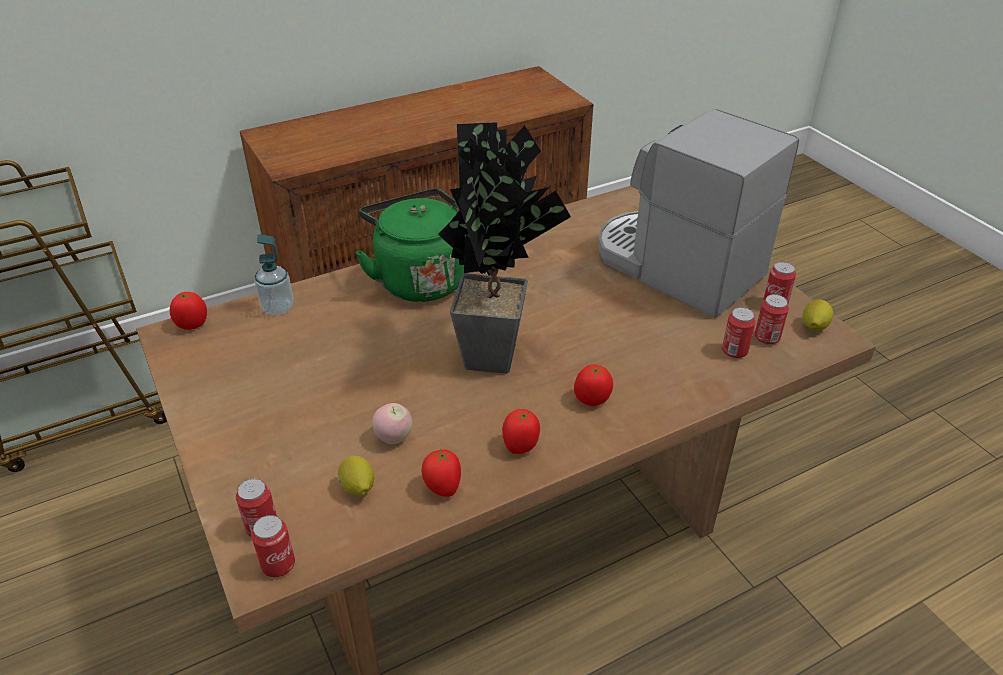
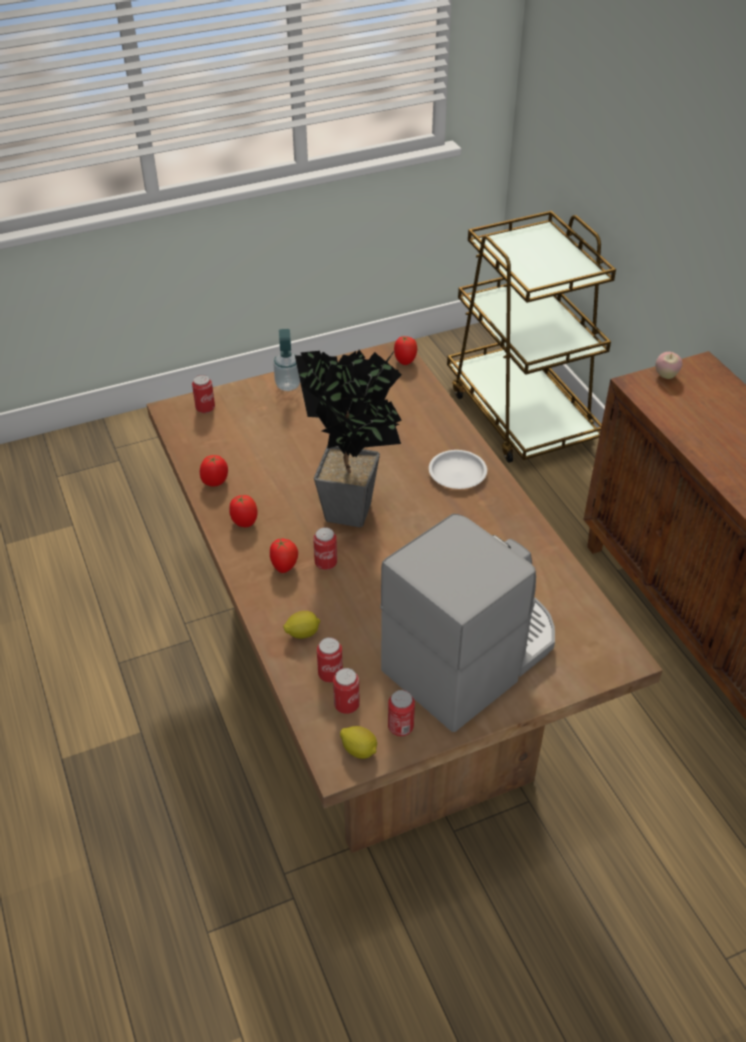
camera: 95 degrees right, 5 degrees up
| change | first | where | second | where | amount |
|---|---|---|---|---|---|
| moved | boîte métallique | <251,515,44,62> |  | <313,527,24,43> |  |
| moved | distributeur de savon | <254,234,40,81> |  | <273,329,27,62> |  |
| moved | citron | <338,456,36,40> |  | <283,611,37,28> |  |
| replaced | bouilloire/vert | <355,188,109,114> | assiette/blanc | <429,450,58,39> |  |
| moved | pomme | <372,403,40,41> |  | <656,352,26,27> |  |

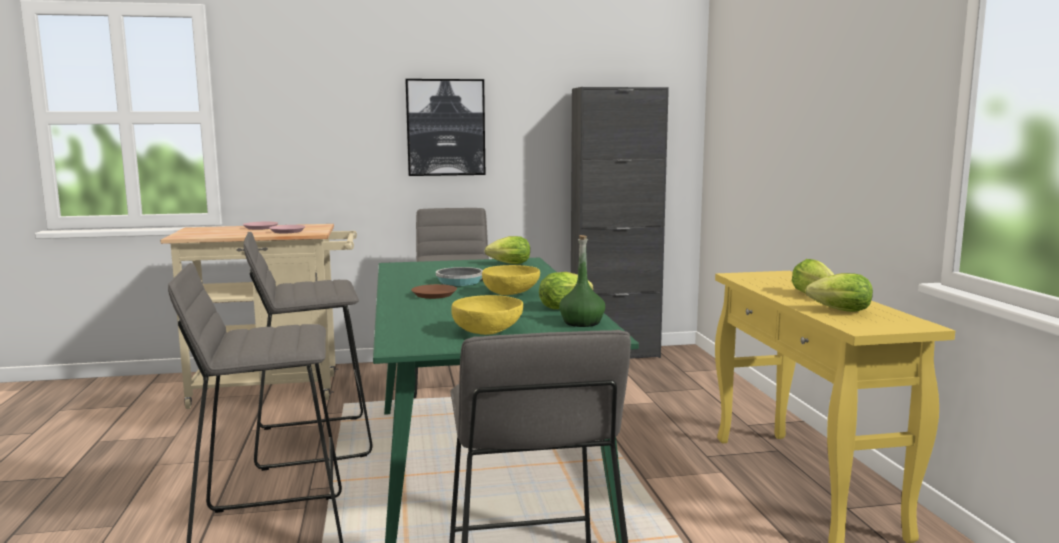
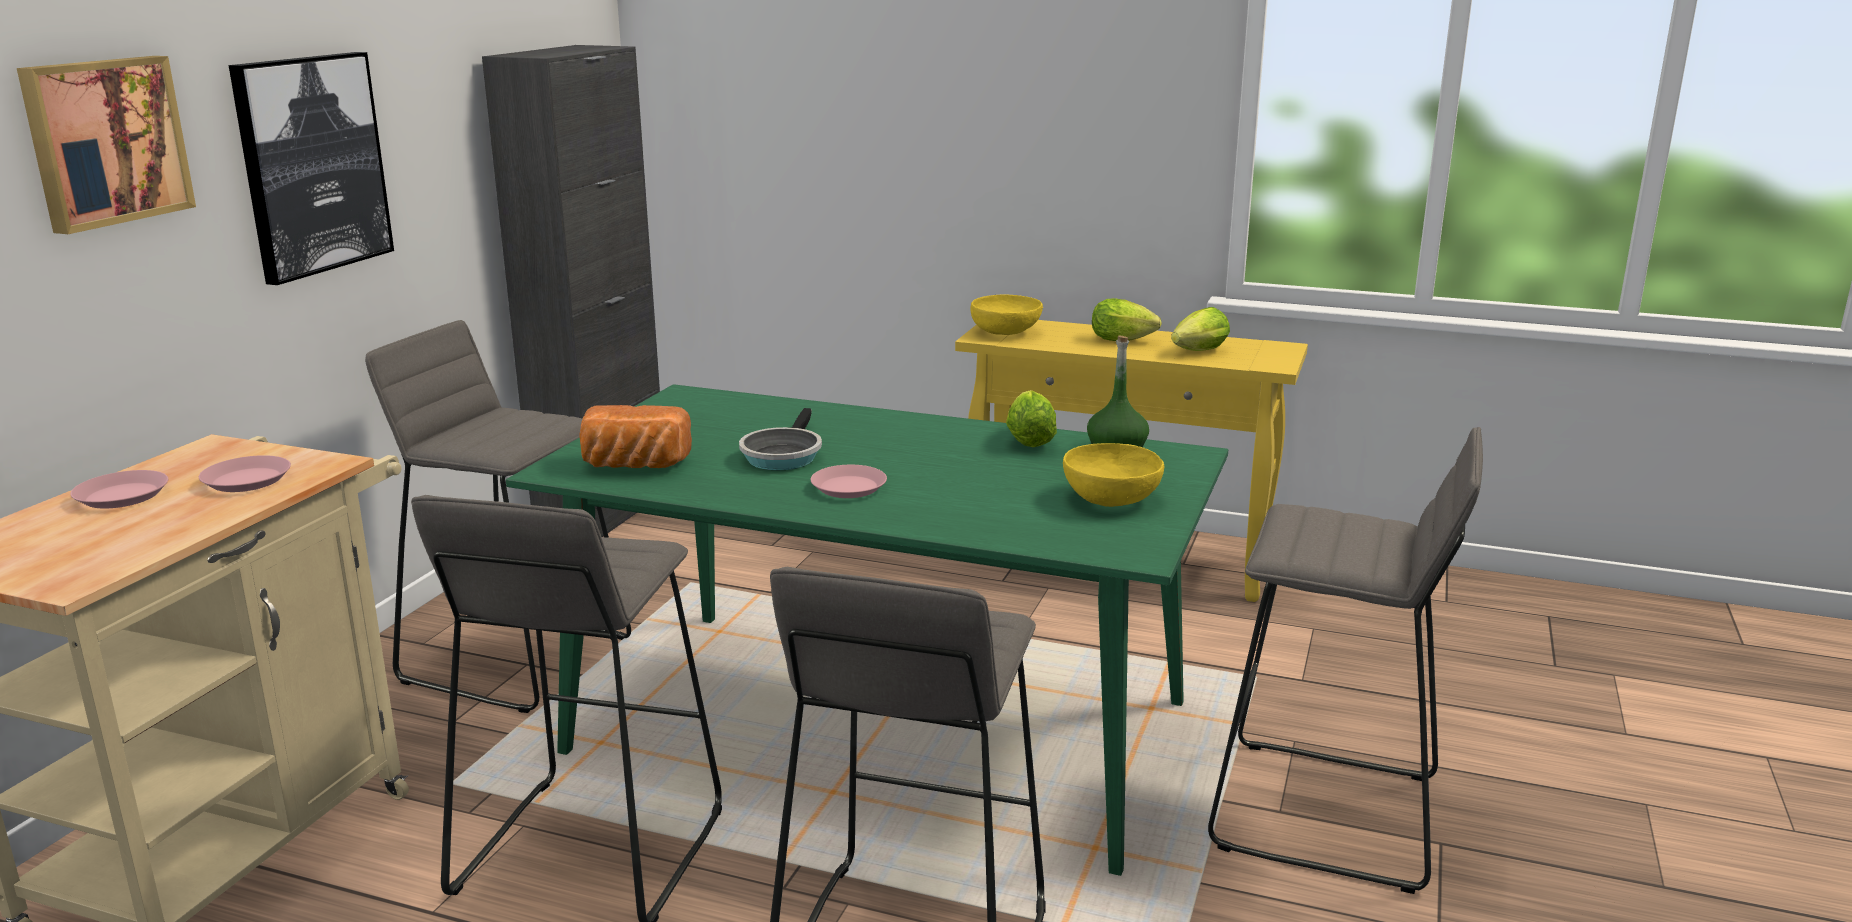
camera: 60 degrees left, 10 degrees up
| change | first | where | second | where | amount |
|---|---|---|---|---|---|
| recoloured | assiette/marron | <411,284,46,15> | assiette/rose | <811,465,76,33> |  |
| moved | bol/jaune | <482,265,58,30> |  | <971,295,72,40> |  |
| removed | laitue | <485,236,45,28> |  |  |  |
| added |  |  | tableau | <17,56,179,178> |  |
| added |  |  | pain | <579,405,113,63> |  |

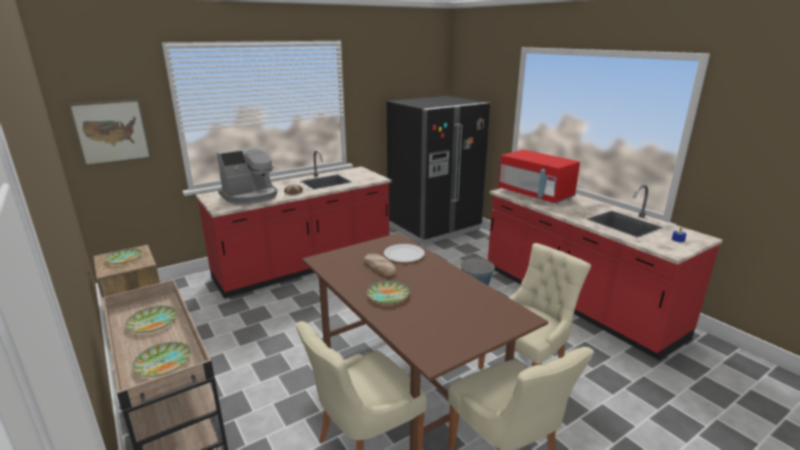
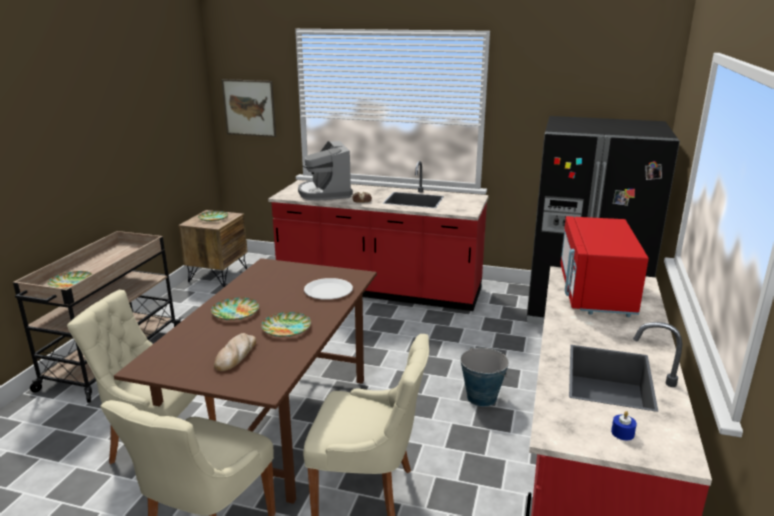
camera: 50 degrees right, 0 degrees up
| change | first | where | second | where | amount |
|---|---|---|---|---|---|
| moved | assiette | <125,306,52,27> |  | <261,312,50,25> |  |
| turned | machine à café | <217,146,60,58> |  | <298,141,55,60> | 60 degrees clockwise |
| moved | pain | <364,254,32,23> |  | <214,333,42,38> |  |

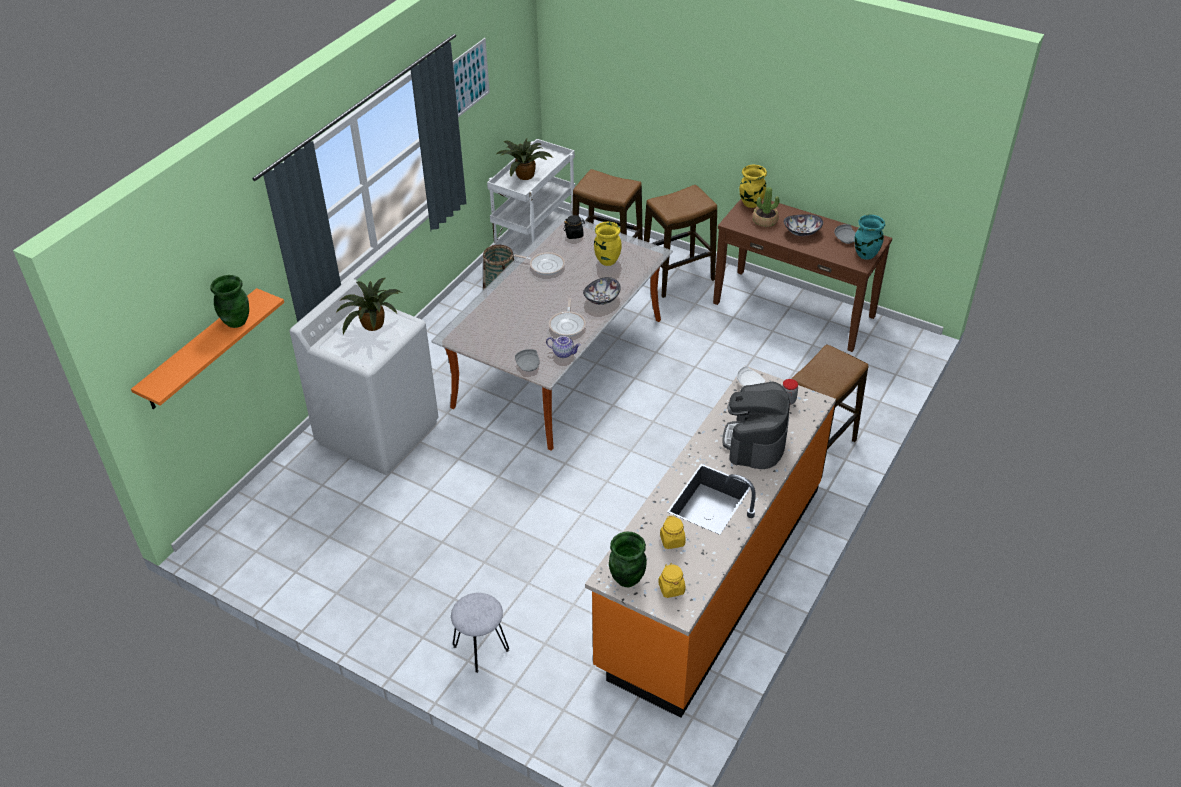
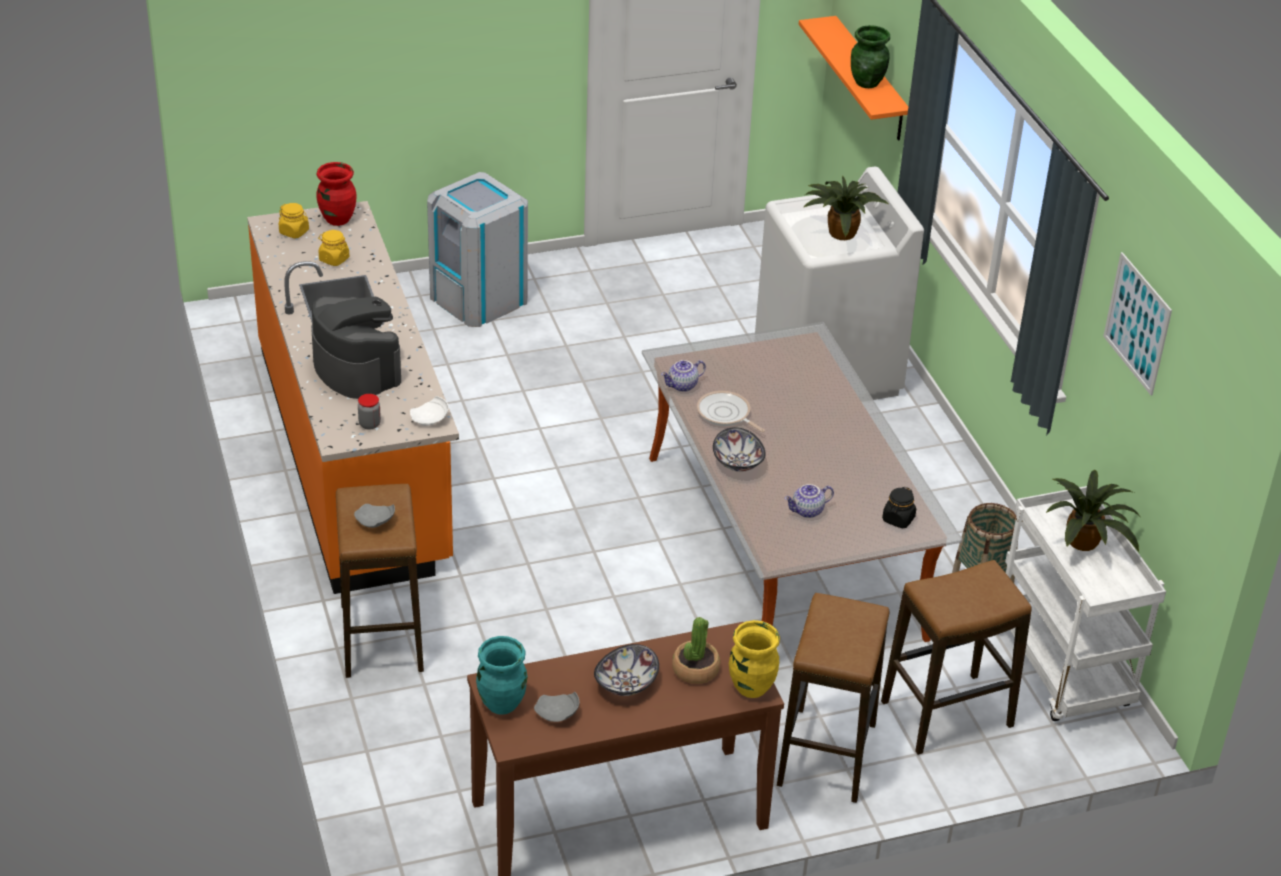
camera: 130 degrees right, 5 degrees down
| change | first | where | second | where | amount |
|---|---|---|---|---|---|
| replaced | tabouret/gris | <451,593,58,80> | poubelle/gris | <427,172,101,155> |  |
| removed | poêle | <514,252,51,23> |  |  |  |
| moved | assiette/gris | <515,349,24,23> |  | <354,504,41,24> |  |
| replaced | vase/jaune | <594,222,28,44> | théière | <784,484,50,34> |  |
| recoloured | vase/vert | <609,531,38,56> | vase/rouge | <316,162,41,64> |  |

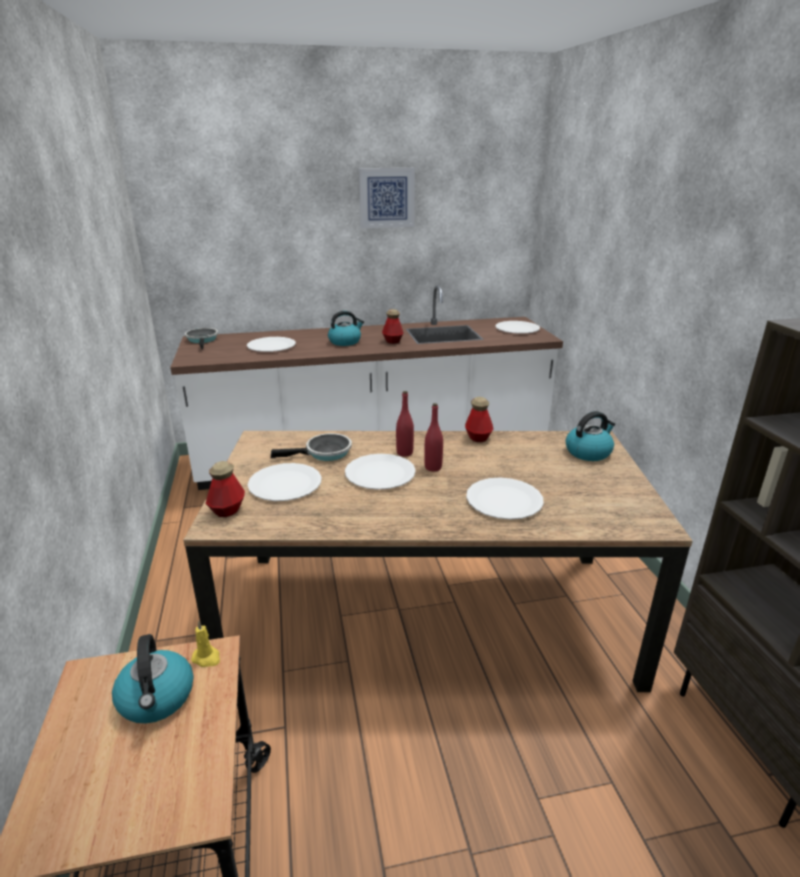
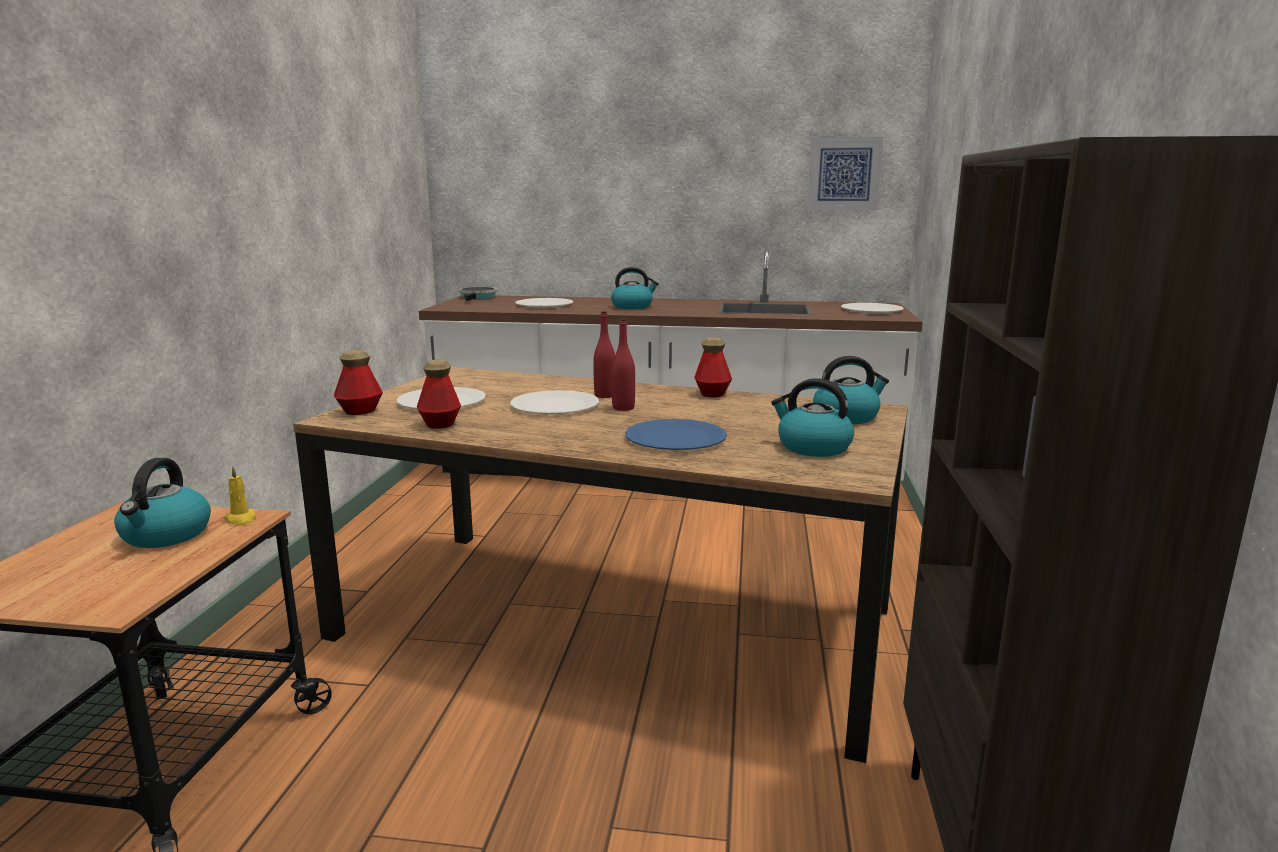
camera: 20 degrees right, 10 degrees down
| change | first | where | second | where | amount |
|---|---|---|---|---|---|
| removed | poêle | <271,433,81,28> |  |  |  |
| moved | tableau | <359,168,56,60> |  | <807,137,76,73> |  |
| moved | bouteille | <382,309,22,35> |  | <417,359,44,70> |  |
| recoloured | assiette/blanc | <466,477,78,42> | assiette/bleu | <625,419,102,31> |  |
| added |  |  | bouilloire | <771,378,83,79> |  |

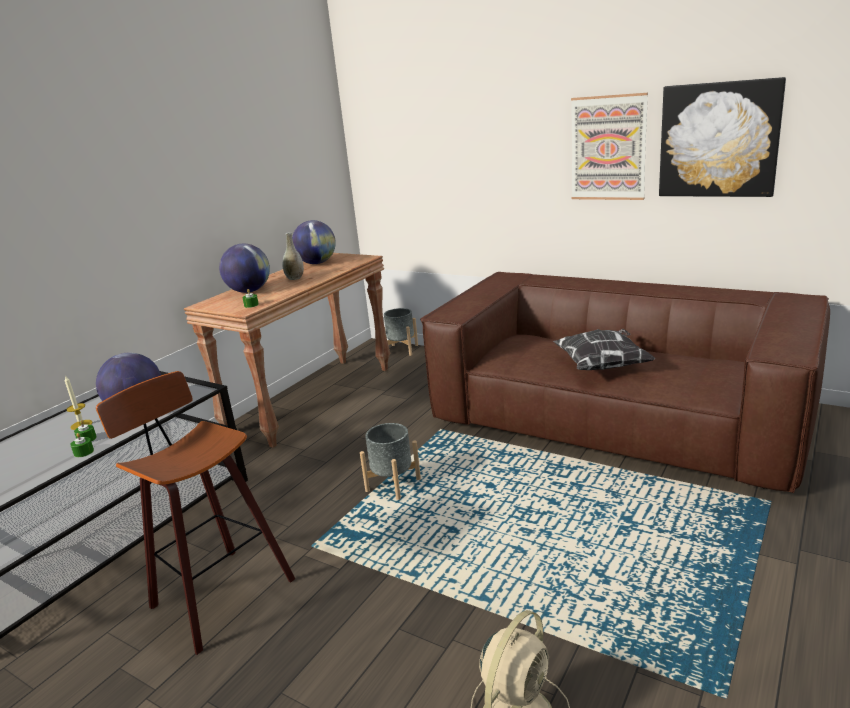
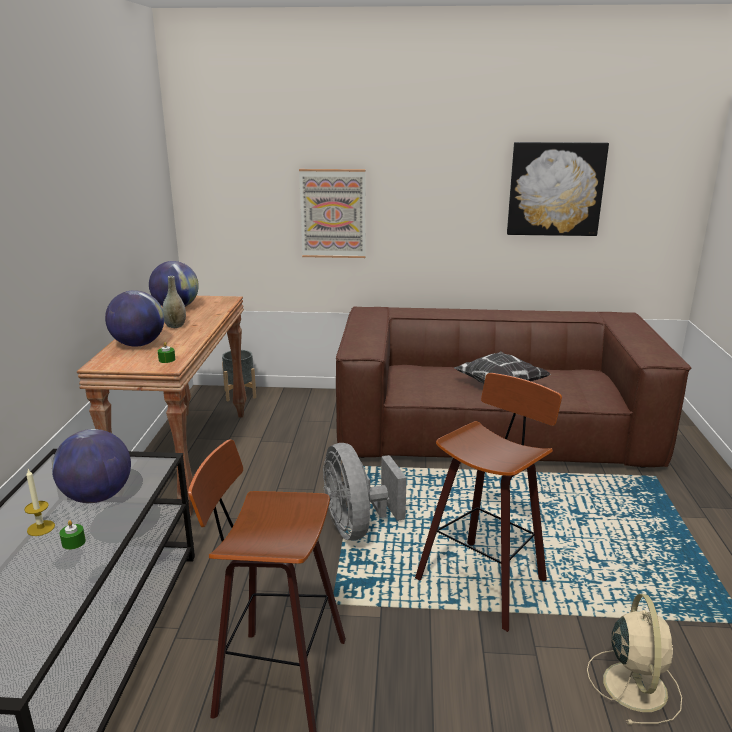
camera: 30 degrees left, 0 degrees up
| change | first | where | second | where | amount |
|---|---|---|---|---|---|
| removed | bougie/vert | <70,433,24,24> |  |  |  |
| replaced | cache-pot/gris | <360,423,61,77> | ventilateur/gris | <323,443,84,97> |  |
| moved | tableau | <571,93,77,107> |  | <299,169,67,89> |  |
| added |  |  | tabouret | <415,373,147,259> |  |

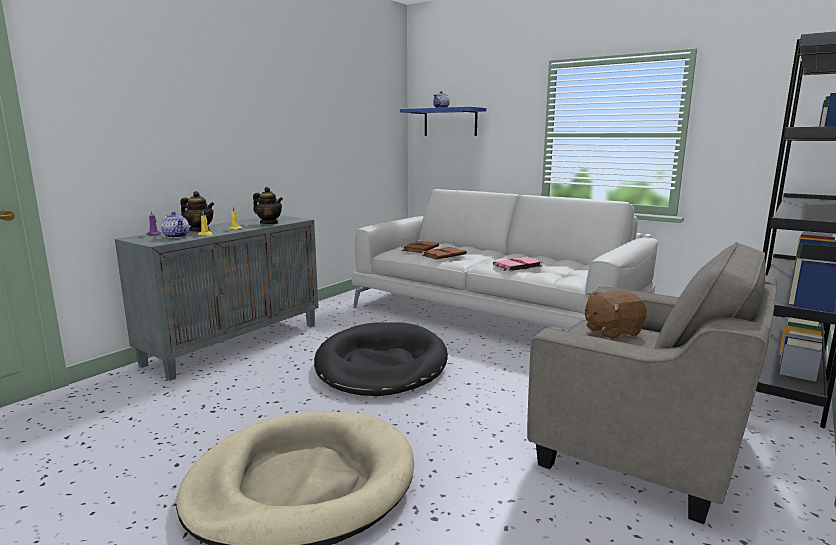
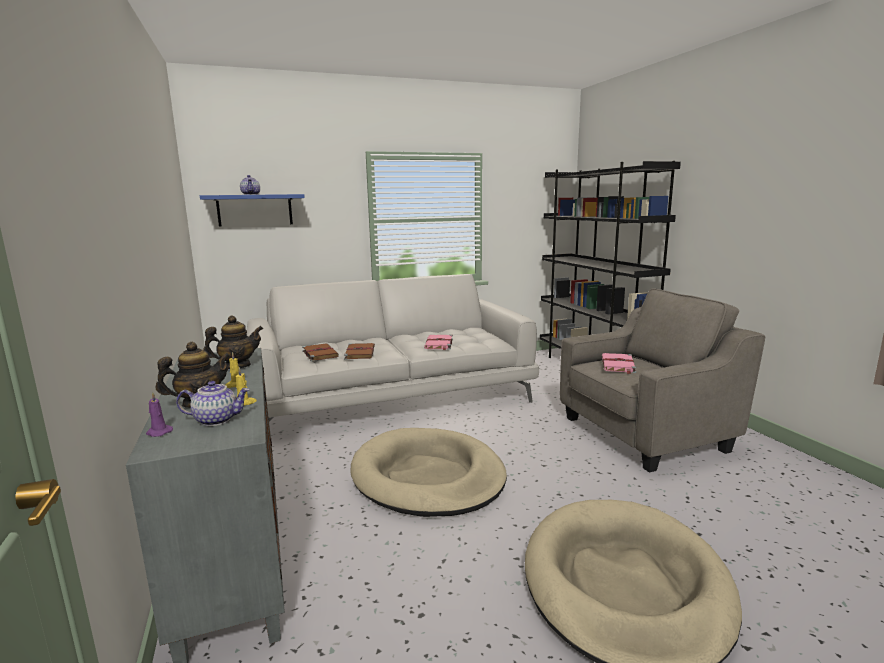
camera: 55 degrees left, 0 degrees up
| change | first | where | second | where | amount |
|---|---|---|---|---|---|
| recoloured | panier pour chien/noir | <314,322,134,74> | panier pour chien/beige | <350,428,157,89> |  |
| replaced | peluche/marron | <585,290,62,49> | livre/rose | <602,353,34,21> |  |

